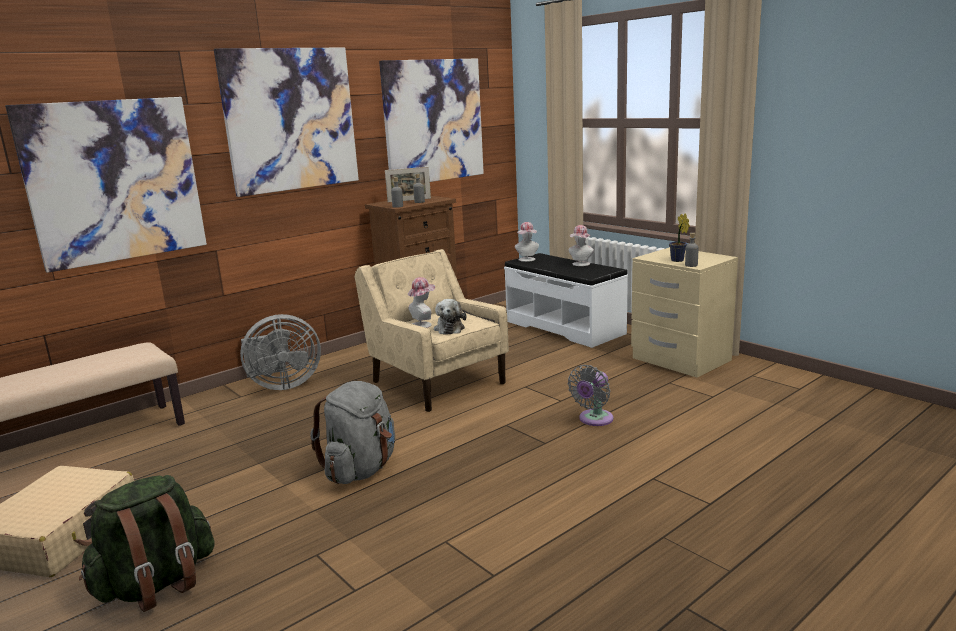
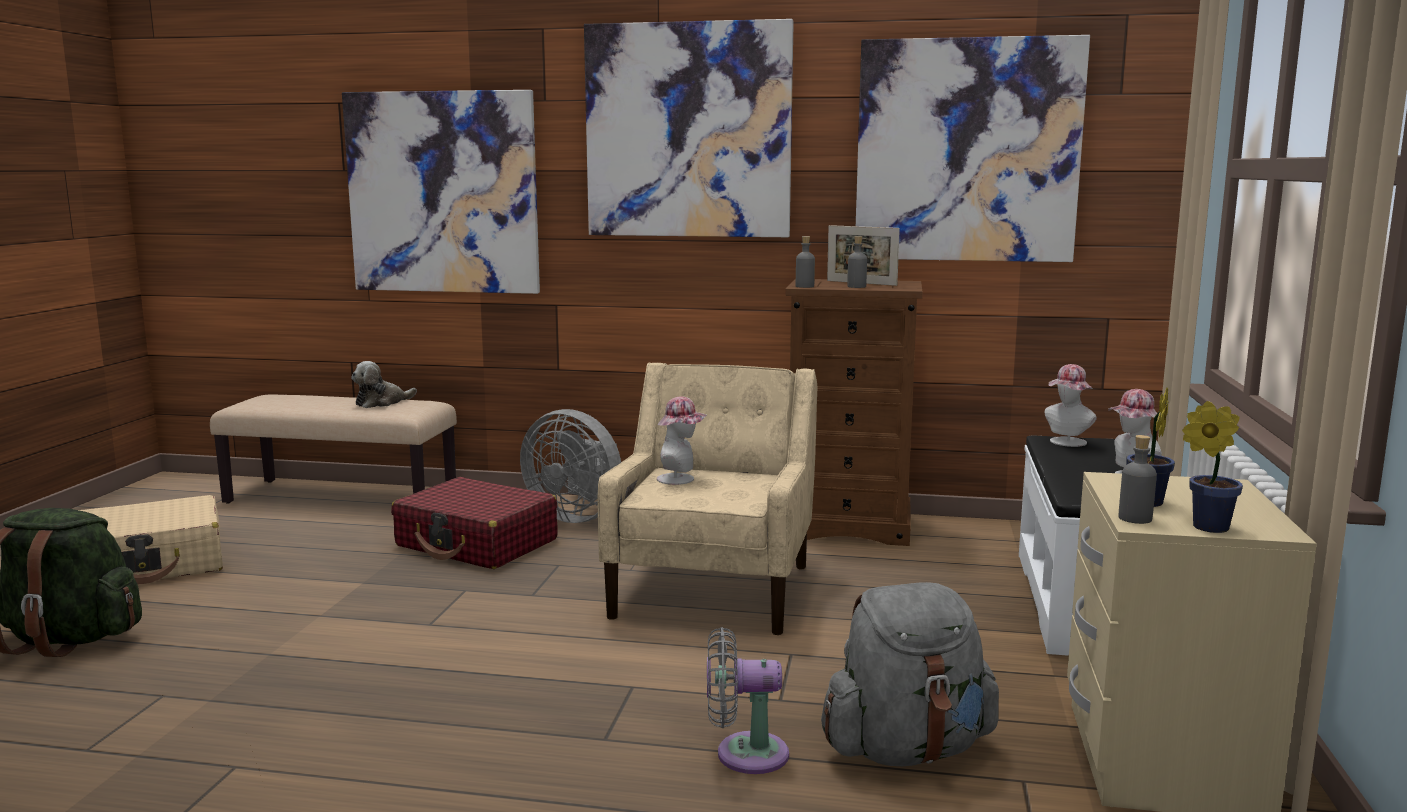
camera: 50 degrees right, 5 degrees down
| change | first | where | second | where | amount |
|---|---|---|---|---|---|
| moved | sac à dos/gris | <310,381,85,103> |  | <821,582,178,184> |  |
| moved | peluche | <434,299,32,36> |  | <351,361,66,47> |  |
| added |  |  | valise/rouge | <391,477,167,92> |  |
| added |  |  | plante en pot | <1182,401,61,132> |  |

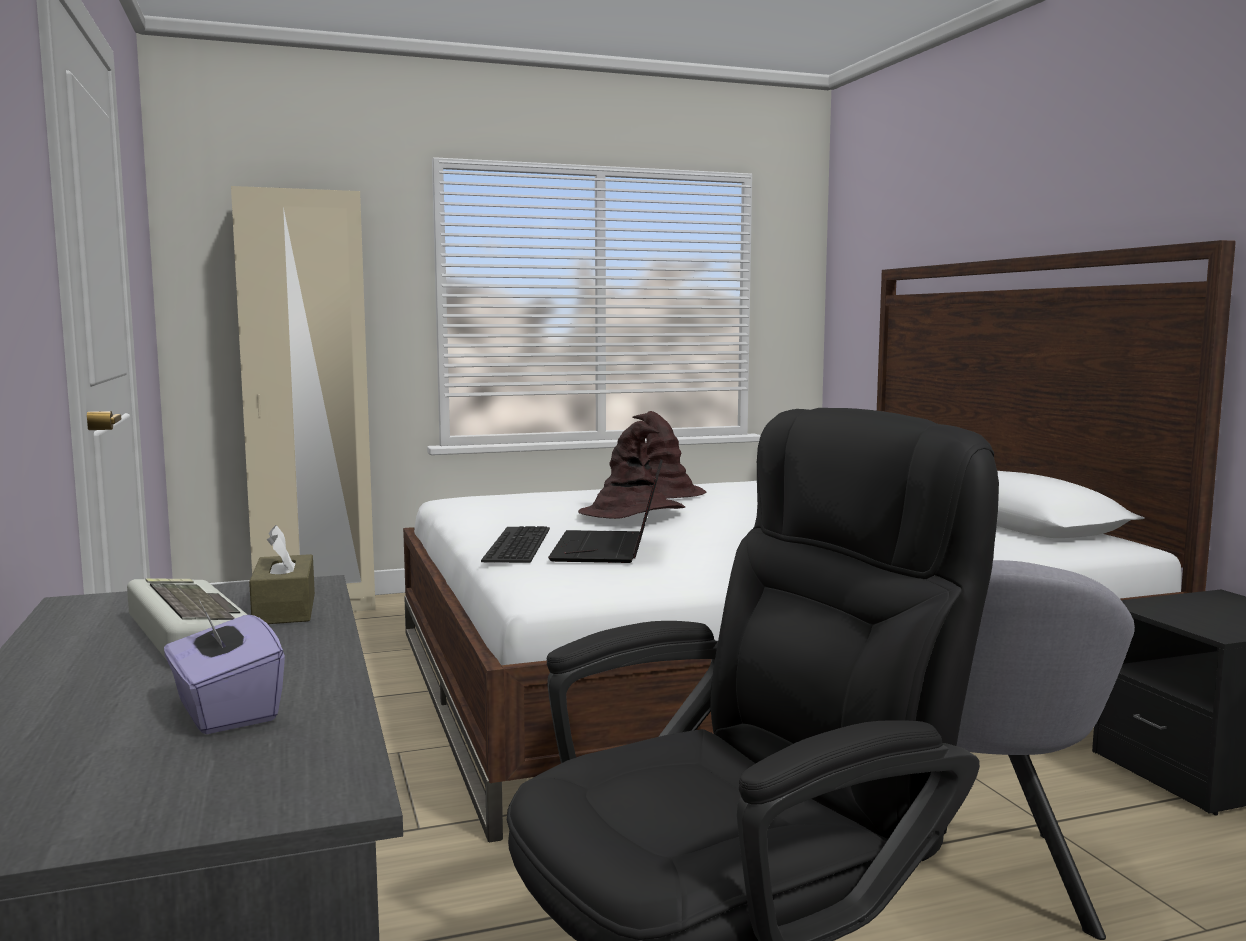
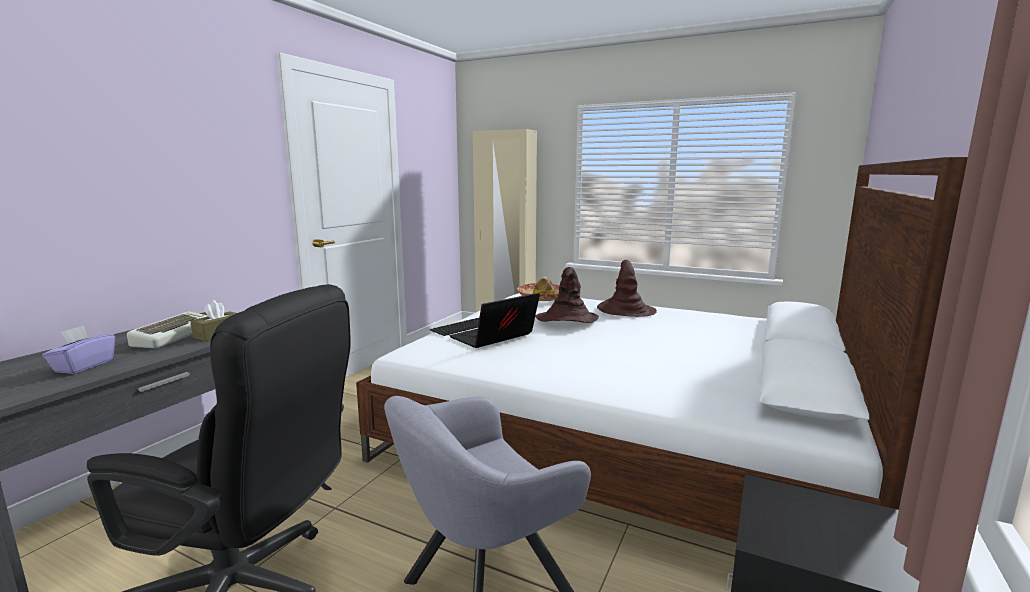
camera: 45 degrees right, 5 degrees up
| change | first | where | second | where | amount |
|---|---|---|---|---|---|
| added |  |  | chapeau | <517,277,43,24> |  |

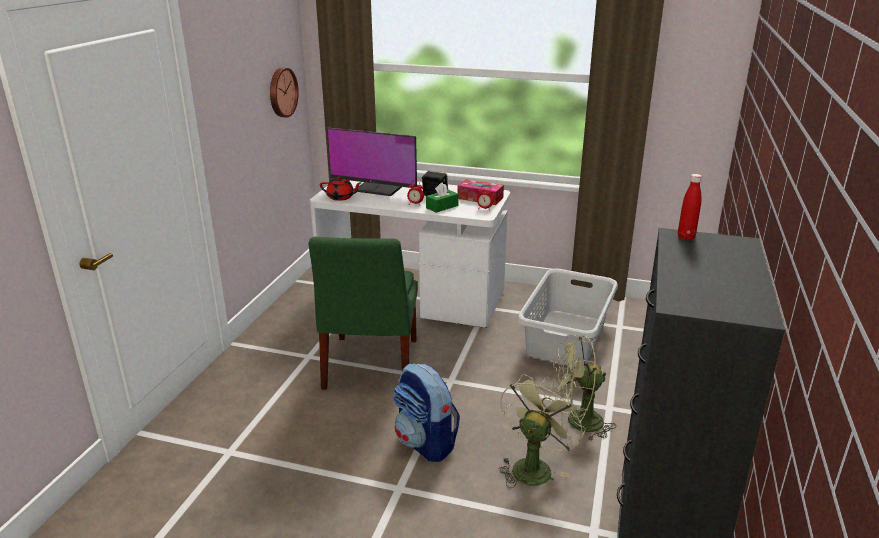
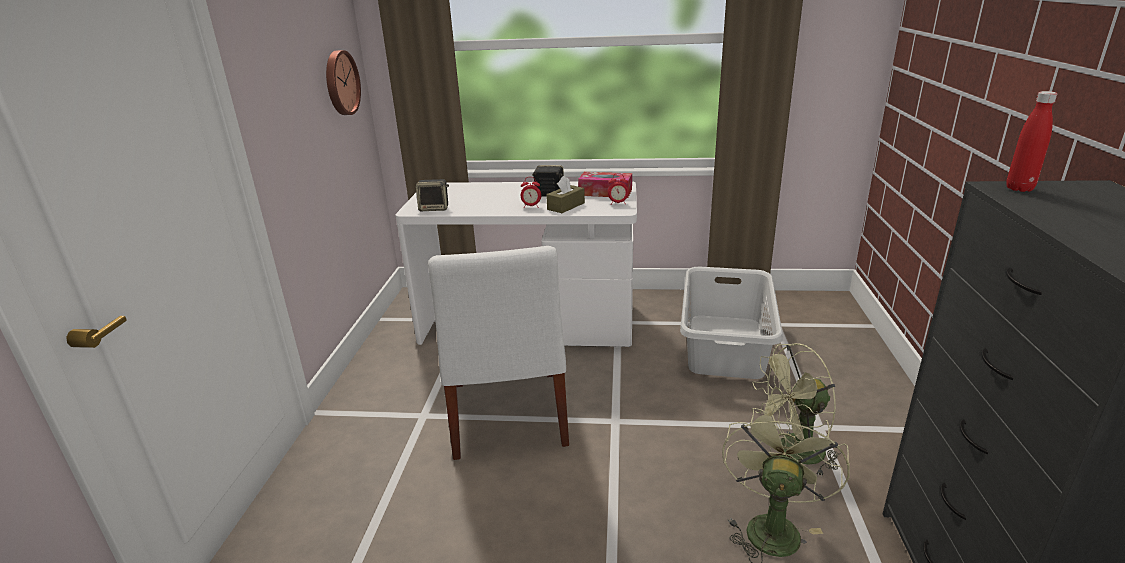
camera: 10 degrees left, 0 degrees up
| change | first | where | second | where | amount |
|---|---|---|---|---|---|
| recoloured | chaise/vert | <309,237,109,153> | chaise/blanc | <428,246,141,214> |  |
| replaced | théière/rouge | <320,177,41,24> | enceinte | <416,179,33,32> |  |
| removed | écran d'ordinateur | <327,128,90,68> |  |  |  |
| removed | sac à dos | <394,363,66,99> |  |  |  |
| recoloured | boîte à mouchoirs/vert | <426,183,33,30> | boîte à mouchoirs/marron | <546,175,39,38> |  |

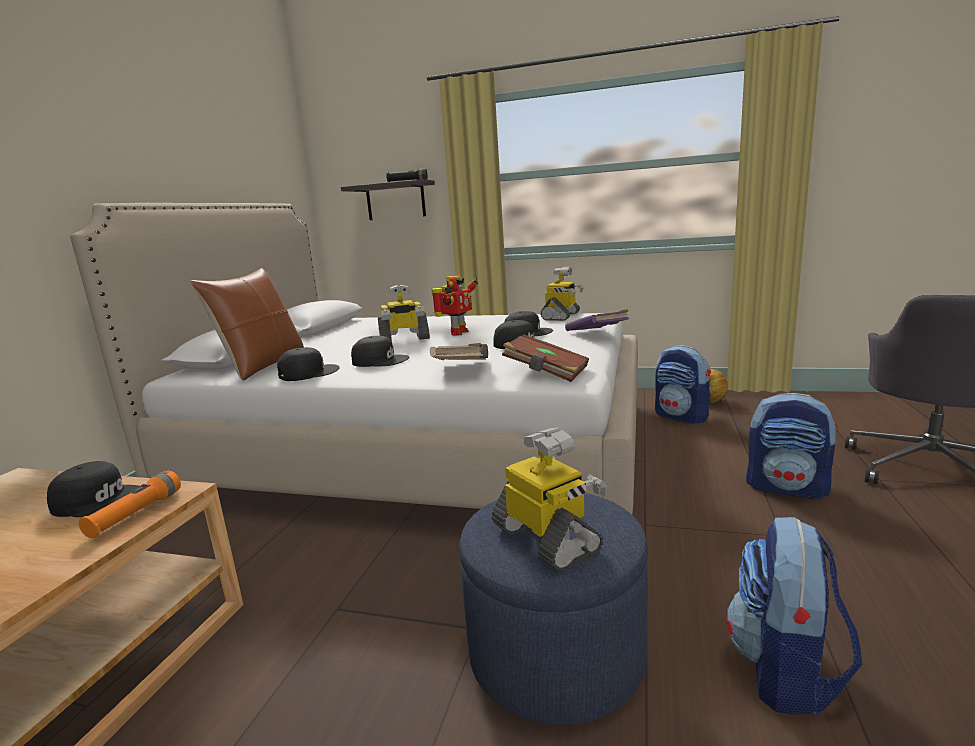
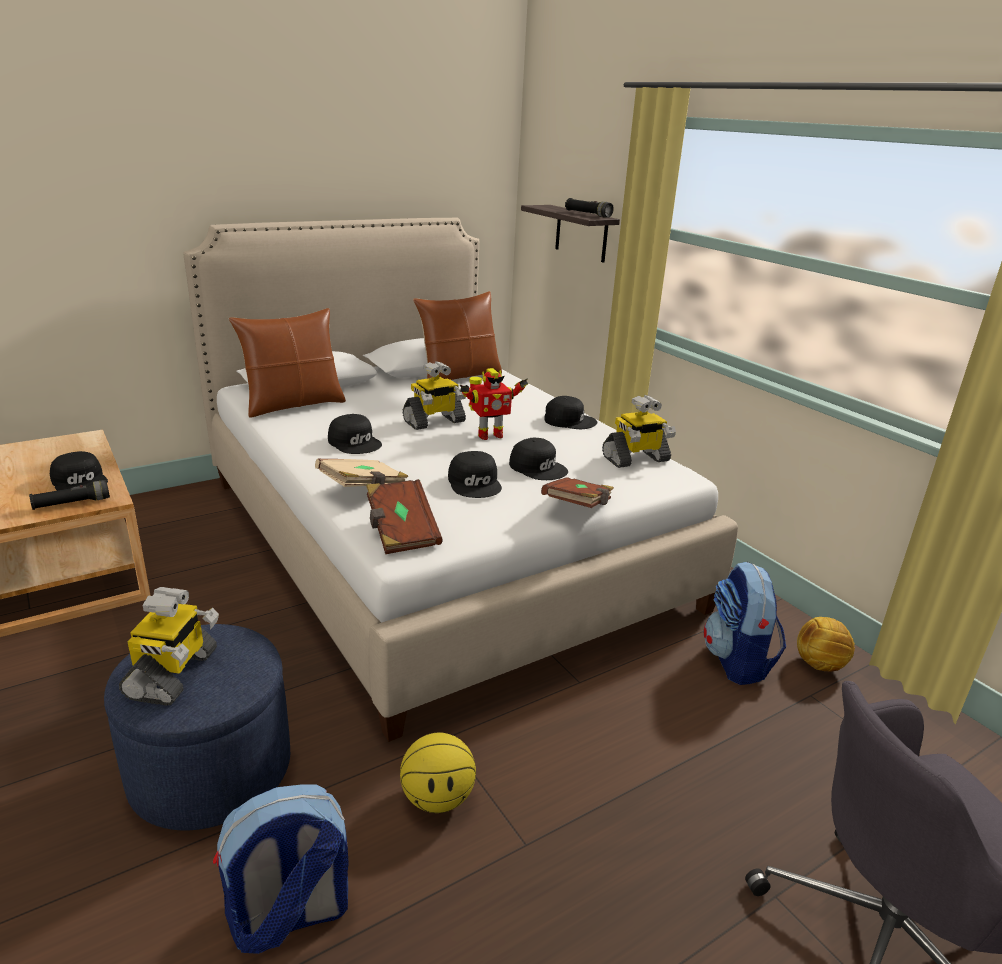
camera: 40 degrees right, 10 degrees up
| change | first | where | second | where | amount |
|---|---|---|---|---|---|
| recoloured | lampe de poche/orange | <79,470,102,68> | lampe de poche/noir | <29,480,81,30> |  |
| moved | casquette/noir | <277,347,63,34> |  | <544,396,53,33> |  |
| turned | robot jouet | <378,285,52,56> |  | <403,361,63,69> | 60 degrees counterclockwise |
| recoloured | livre/violet | <565,309,64,22> | livre/marron | <541,477,73,31> |  |
| removed | sac à dos | <746,393,92,106> |  |  |  |
| added |  |  | ballon de basket | <400,733,76,80> |  |
| added |  |  | coussin/marron | <413,291,89,89> |  |

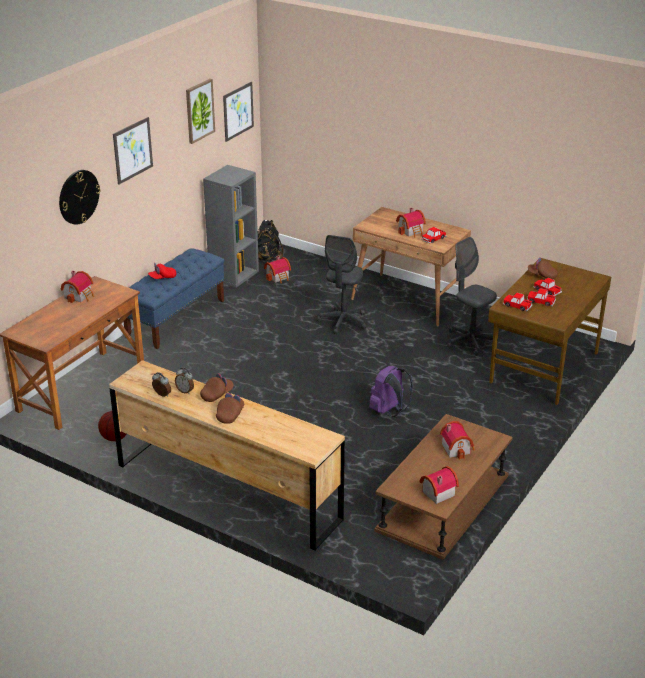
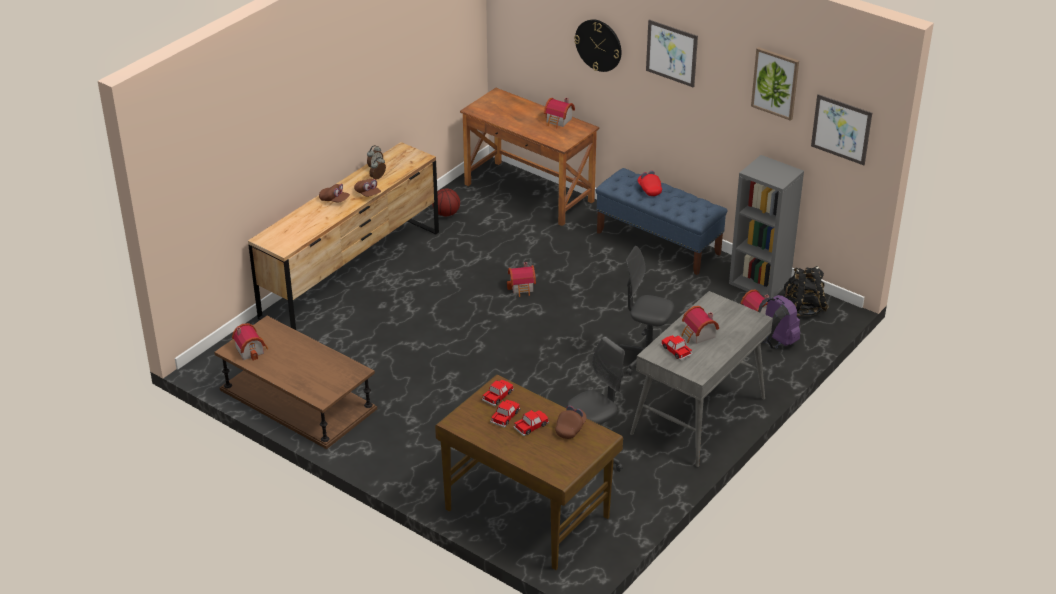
camera: 95 degrees right, 5 degrees up
| change | first | where | second | where | amount |
|---|---|---|---|---|---|
| recoloured | bureau/marron | <351,207,120,120> | bureau/gris | <630,291,143,176> |  |
| moved | sac à dos/violet | <369,366,44,51> |  | <758,295,42,54> |  |
| moved | maison miniature | <440,421,34,39> |  | <507,262,29,35> |  |

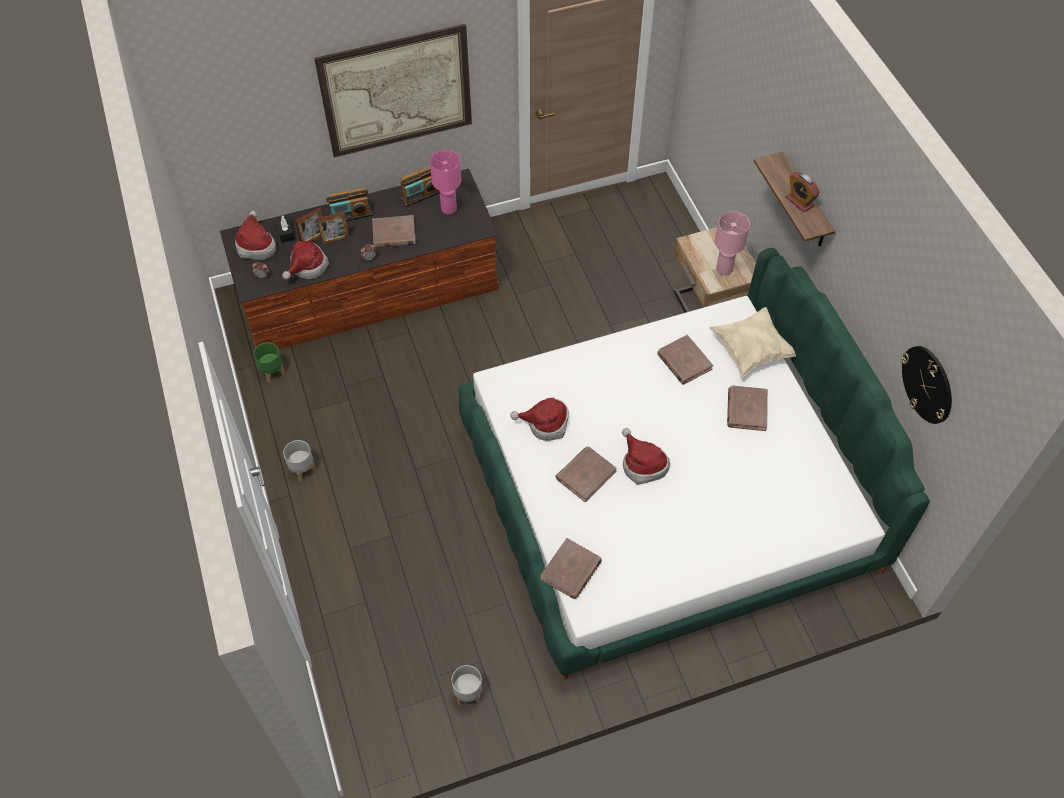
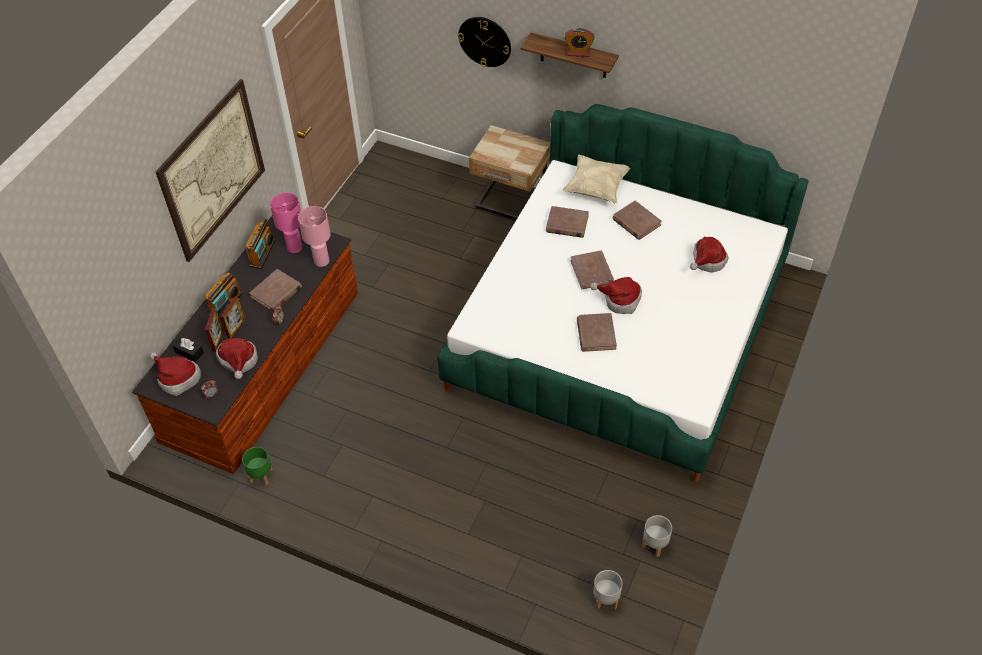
camera: 45 degrees left, 5 degrees down
| change | first | where | second | where | amount |
|---|---|---|---|---|---|
| moved | cache-pot/gris | <283,440,33,41> |  | <593,570,29,39> |  |
| moved | chapeau | <510,398,59,43> |  | <690,236,38,36> |  |
| moved | livre/marron | <540,538,62,61> |  | <570,251,44,38> |  |
| moved | lampe de table/rose | <715,211,35,65> |  | <298,206,33,61> |  |
| moved | horloge murale | <901,346,51,78> |  | <458,17,53,50> |  |

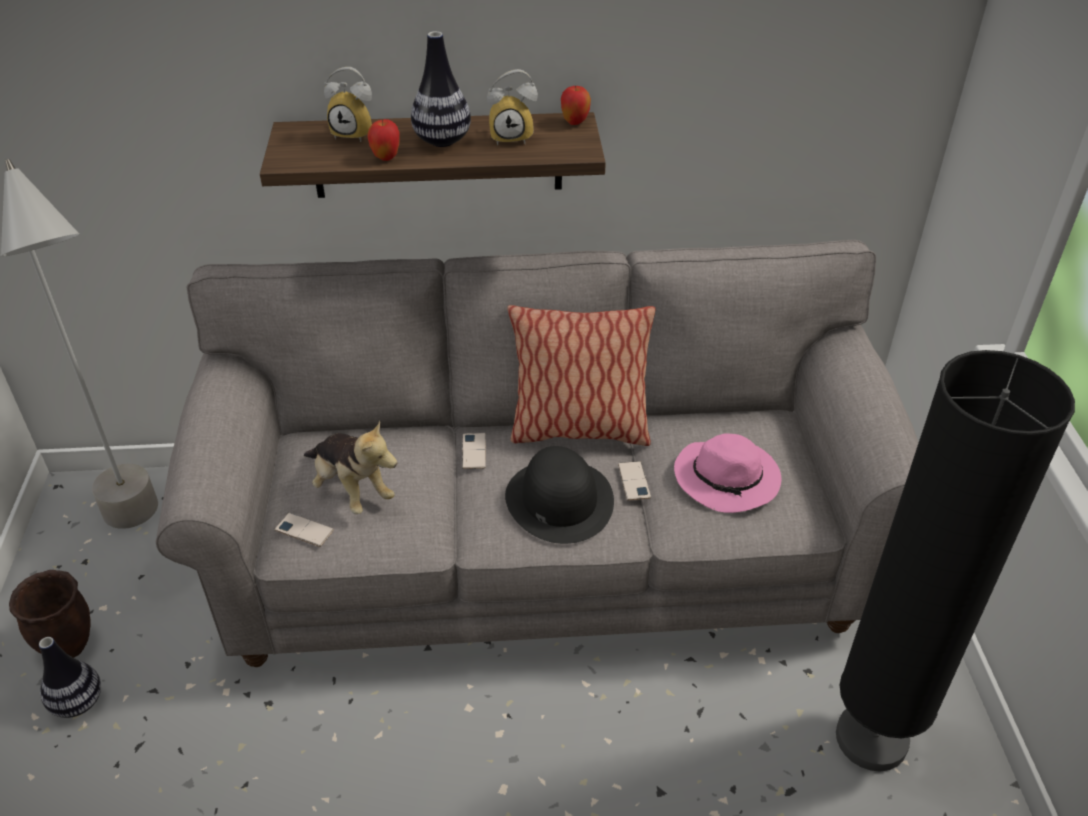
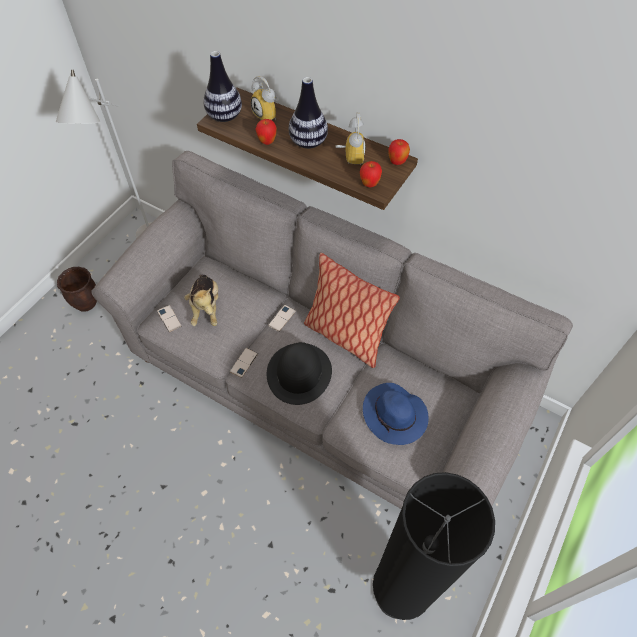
camera: 35 degrees right, 15 degrees up
| change | first | where | second | where | amount |
|---|---|---|---|---|---|
| moved | vase | <39,637,62,81> |  | <203,51,39,71> |  |
| turned | réveil | <487,69,51,76> |  | <336,112,30,53> | 120 degrees counterclockwise |
| moved | téléphone | <618,461,33,39> |  | <230,348,28,30> |  |
| recoloured | chapeau/rose | <674,434,107,79> | chapeau/bleu | <363,383,66,62> |  |
| added |  |  | pomme | <360,161,22,26> |  |

